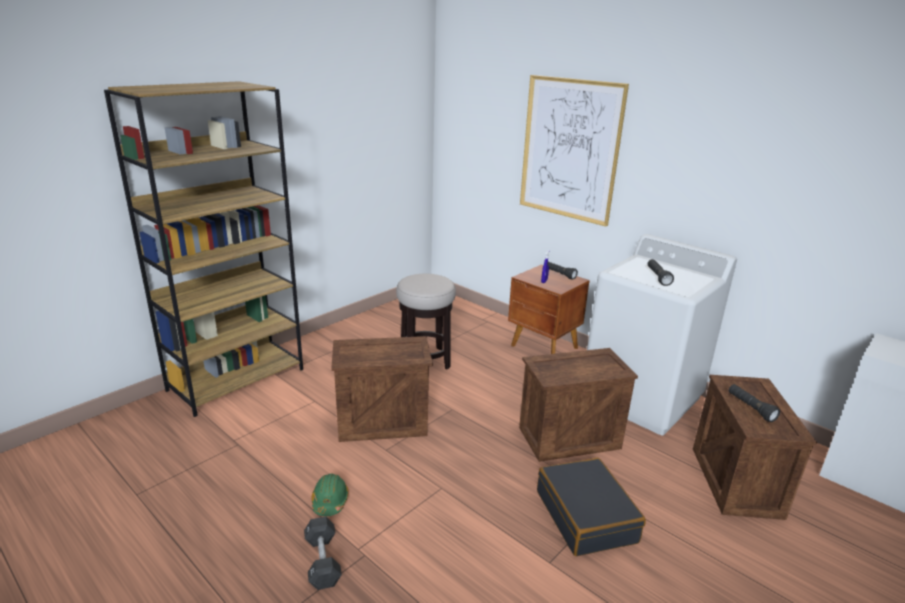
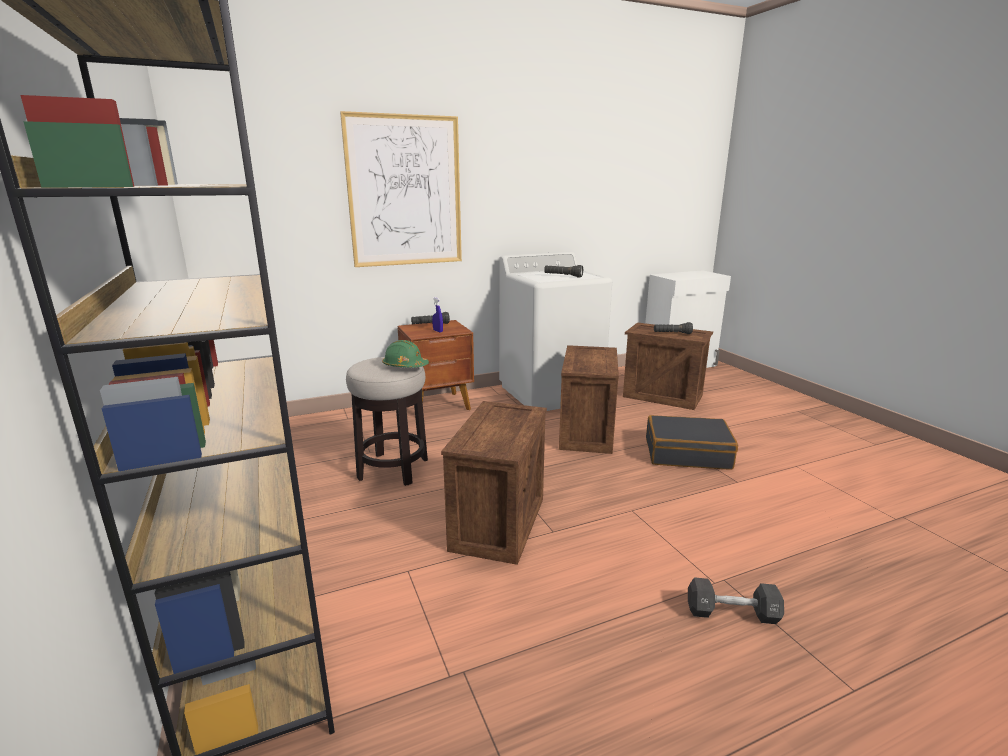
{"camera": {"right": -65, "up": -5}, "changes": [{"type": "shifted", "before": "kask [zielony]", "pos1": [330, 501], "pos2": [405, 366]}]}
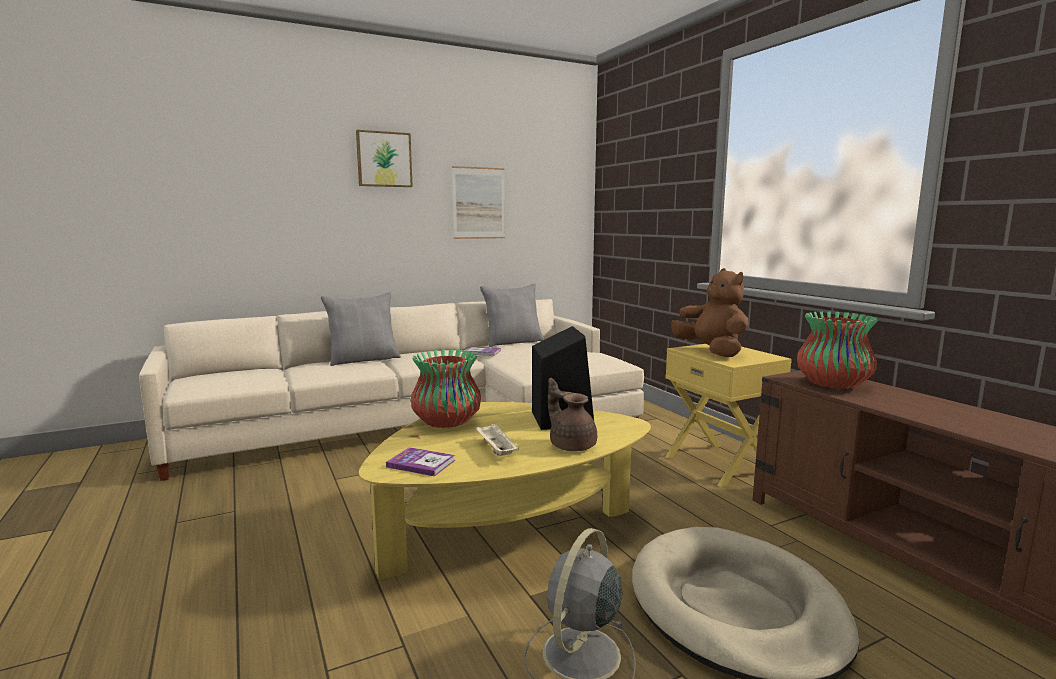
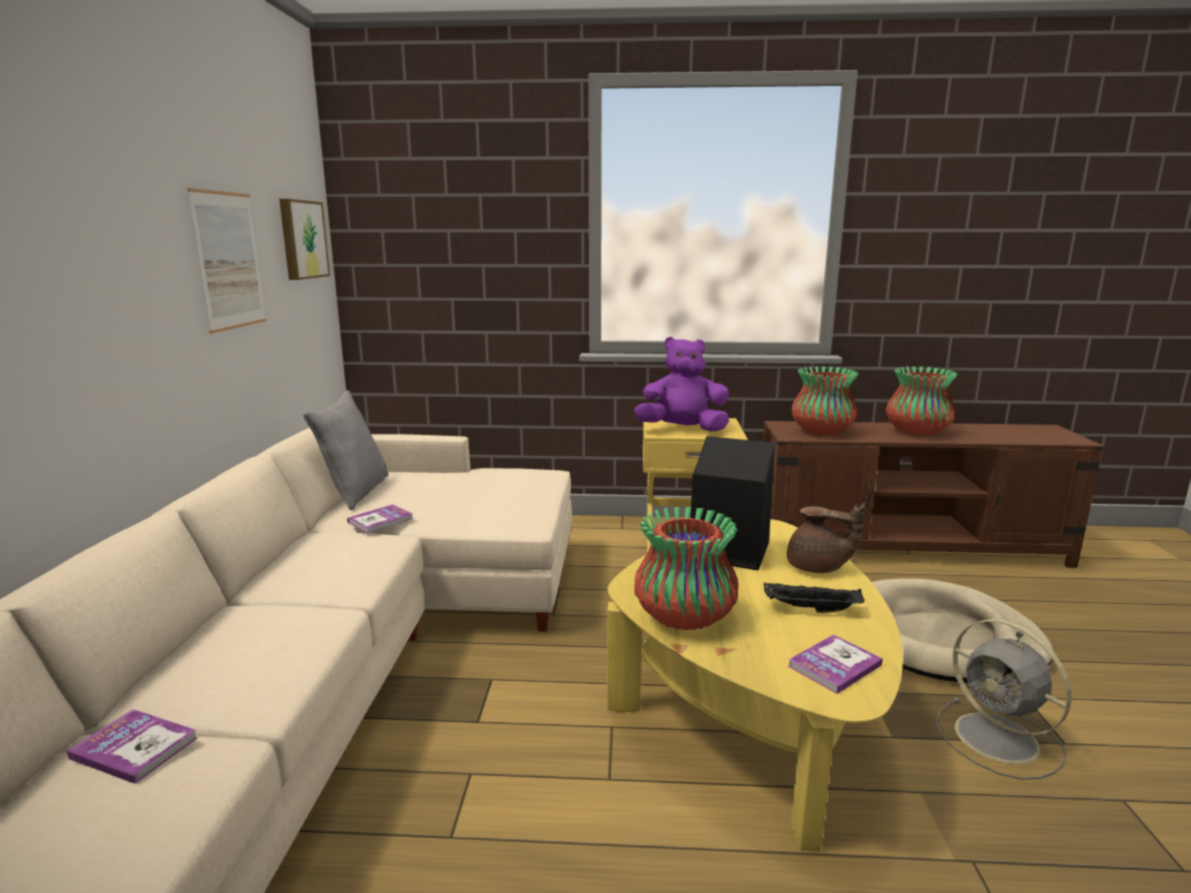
{"camera": {"right": -60, "up": 5}, "changes": [{"type": "gone", "before": "poduszka [szary]", "pos1": [363, 360]}, {"type": "new", "after": "książka", "pos2": [134, 748]}, {"type": "new", "after": "wazon", "pos2": [917, 432]}, {"type": "shifted", "before": "obraz", "pos1": [384, 159], "pos2": [301, 239]}, {"type": "repainted", "before": "taca [beżowy]", "after": "taca [czarny]", "pos1": [495, 450], "pos2": [810, 609]}, {"type": "repainted", "before": "pluszak [brązowy]", "after": "pluszak [fioletowy]", "pos1": [711, 352], "pos2": [682, 429]}, {"type": "rotated", "before": "imbryk [brązowy]", "pos1": [571, 445], "pos2": [817, 568], "turn": -150}]}
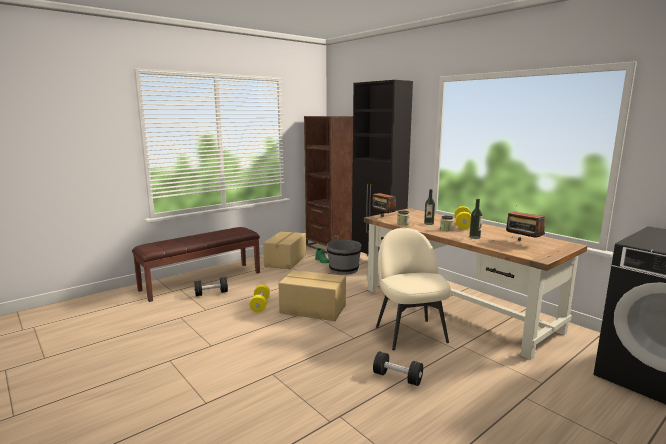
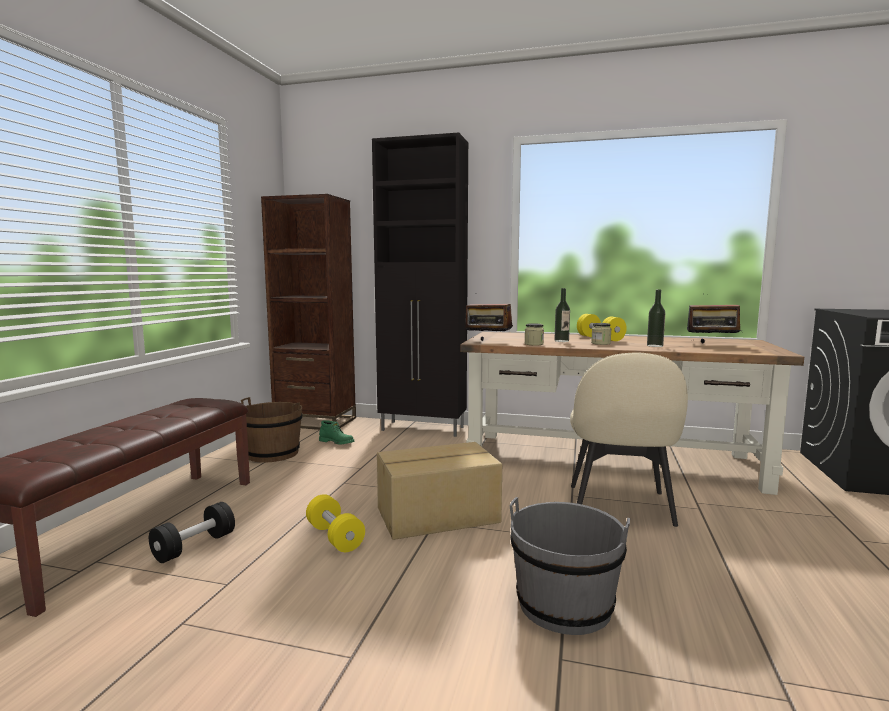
{"camera": {"right": -35, "up": -5}, "changes": [{"type": "gone", "before": "hantel [czarny]", "pos1": [397, 377]}, {"type": "shifted", "before": "wiadro [szary]", "pos1": [343, 269], "pos2": [564, 605]}, {"type": "swapped", "before": "karton", "after": "wiadro [brązowy]", "pos1": [286, 261], "pos2": [272, 454]}, {"type": "rotated", "before": "krzesło [beżowy]", "pos1": [410, 333], "pos2": [620, 506], "turn": -120}]}
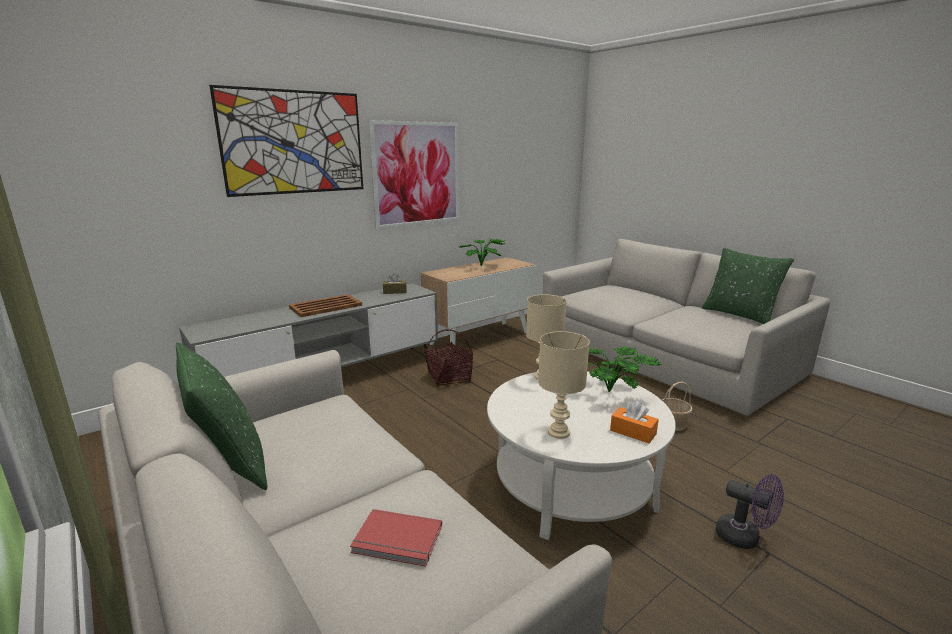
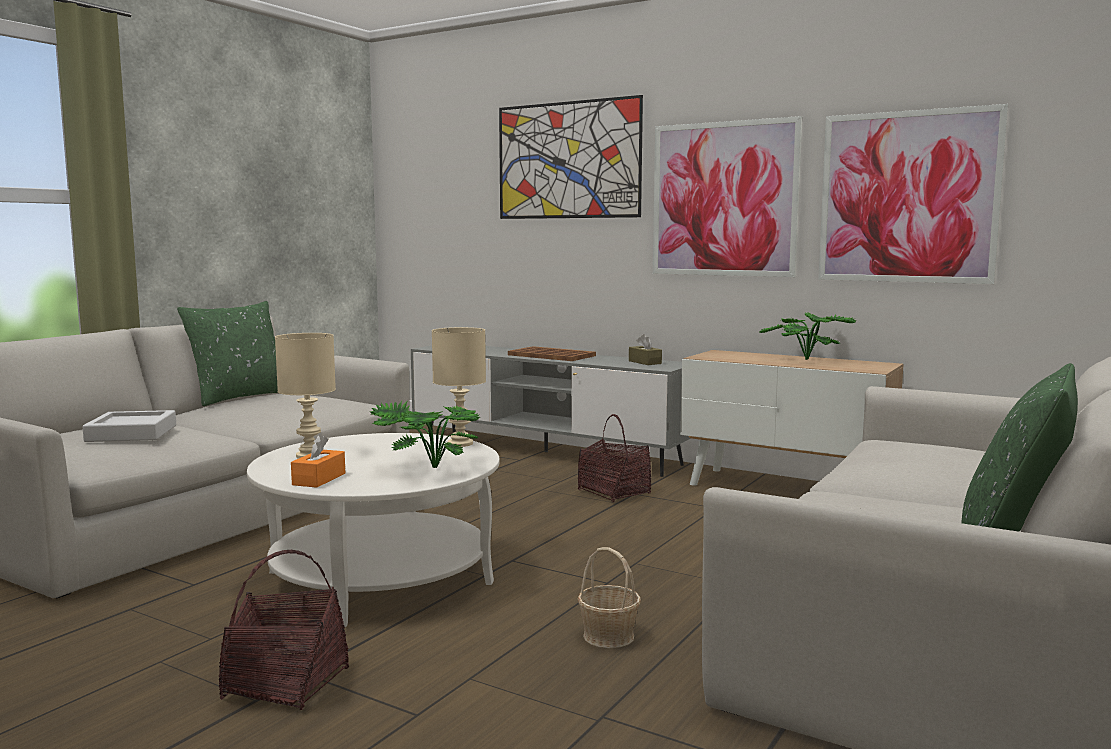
{"camera": {"right": 70, "up": -10}, "changes": [{"type": "new", "after": "obraz", "pos2": [907, 197]}, {"type": "swapped", "before": "książka [czerwony]", "after": "taca [szary]", "pos1": [397, 541], "pos2": [132, 433]}, {"type": "swapped", "before": "wentylator [fioletowy]", "after": "koszyk", "pos1": [744, 538], "pos2": [287, 684]}]}
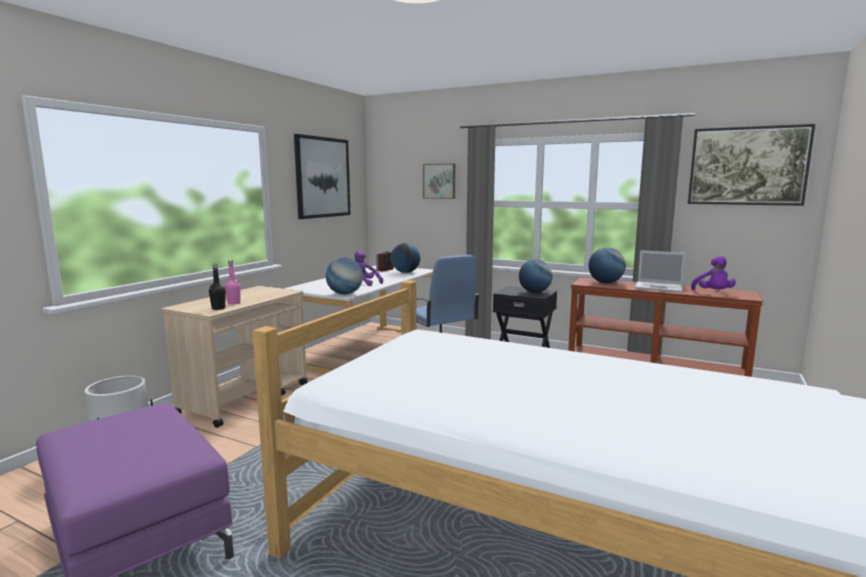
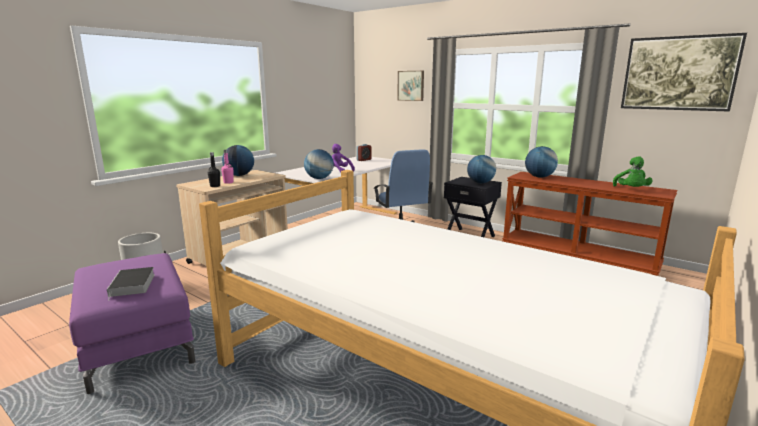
{"camera": {"right": 10, "up": 5}, "changes": [{"type": "gone", "before": "obraz", "pos1": [322, 177]}, {"type": "gone", "before": "laptop", "pos1": [659, 287]}, {"type": "new", "after": "książka", "pos2": [132, 285]}, {"type": "shifted", "before": "globus", "pos1": [405, 272], "pos2": [239, 175]}, {"type": "repainted", "before": "pluszak [fioletowy]", "after": "pluszak [zielony]", "pos1": [713, 293], "pos2": [631, 190]}]}
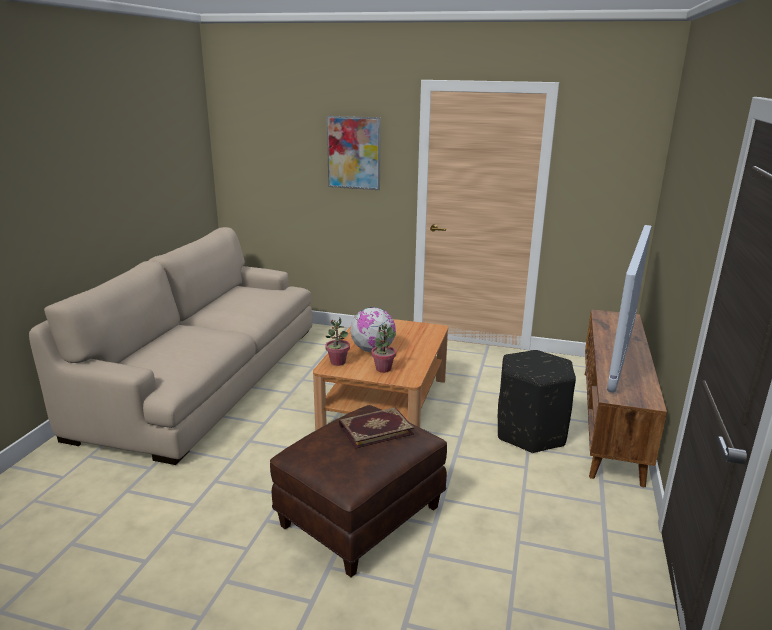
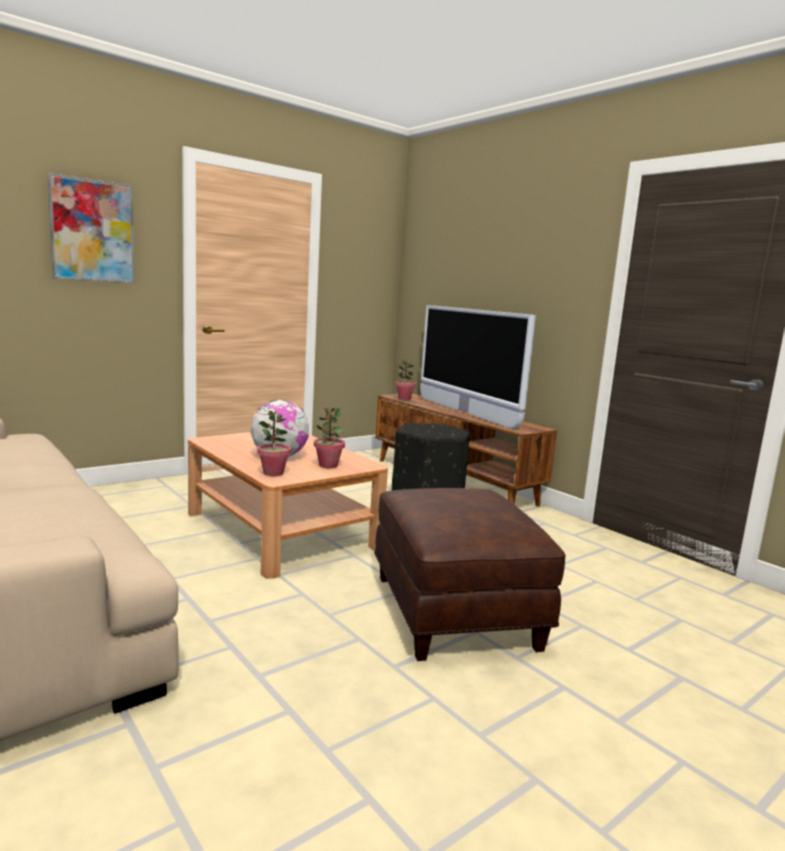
{"camera": {"right": -55, "up": -10}, "changes": [{"type": "gone", "before": "książka", "pos1": [375, 429]}, {"type": "new", "after": "roślina doniczkowa", "pos2": [404, 399]}]}
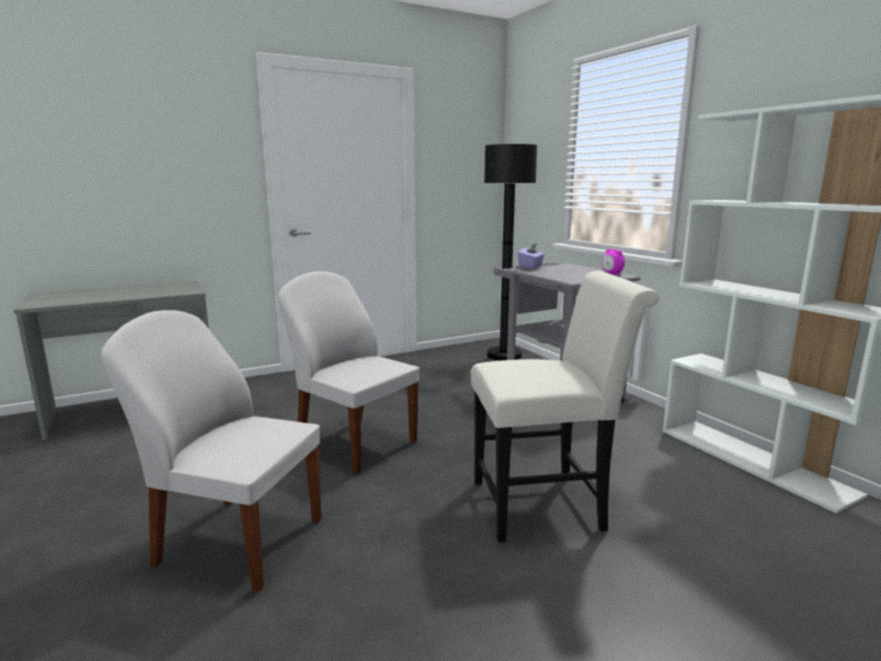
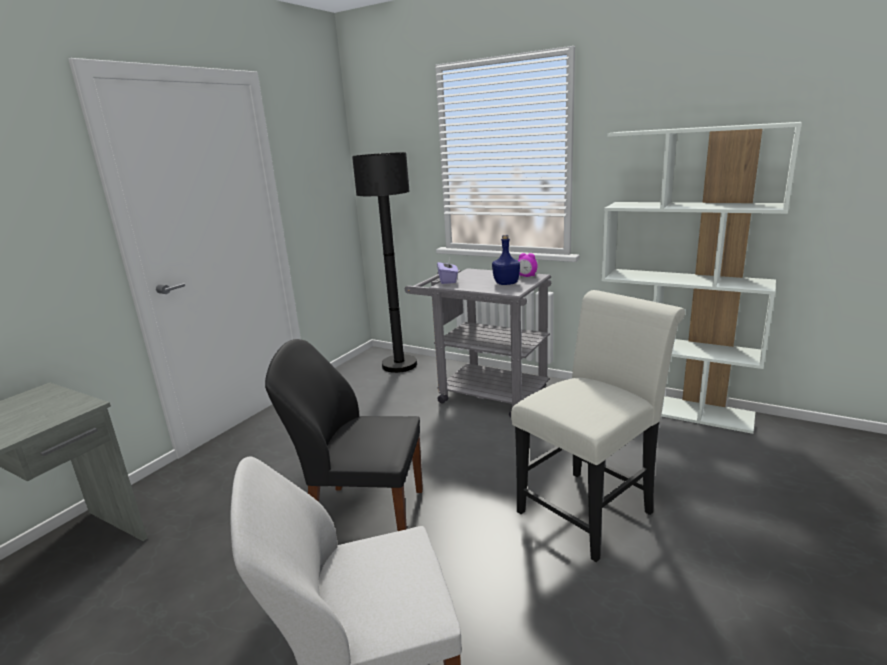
{"camera": {"right": -30, "up": 5}, "changes": [{"type": "new", "after": "butelka [niebieski]", "pos2": [506, 283]}, {"type": "repainted", "before": "krzesło [biały]", "after": "krzesło [czarny]", "pos1": [355, 443], "pos2": [365, 516]}]}
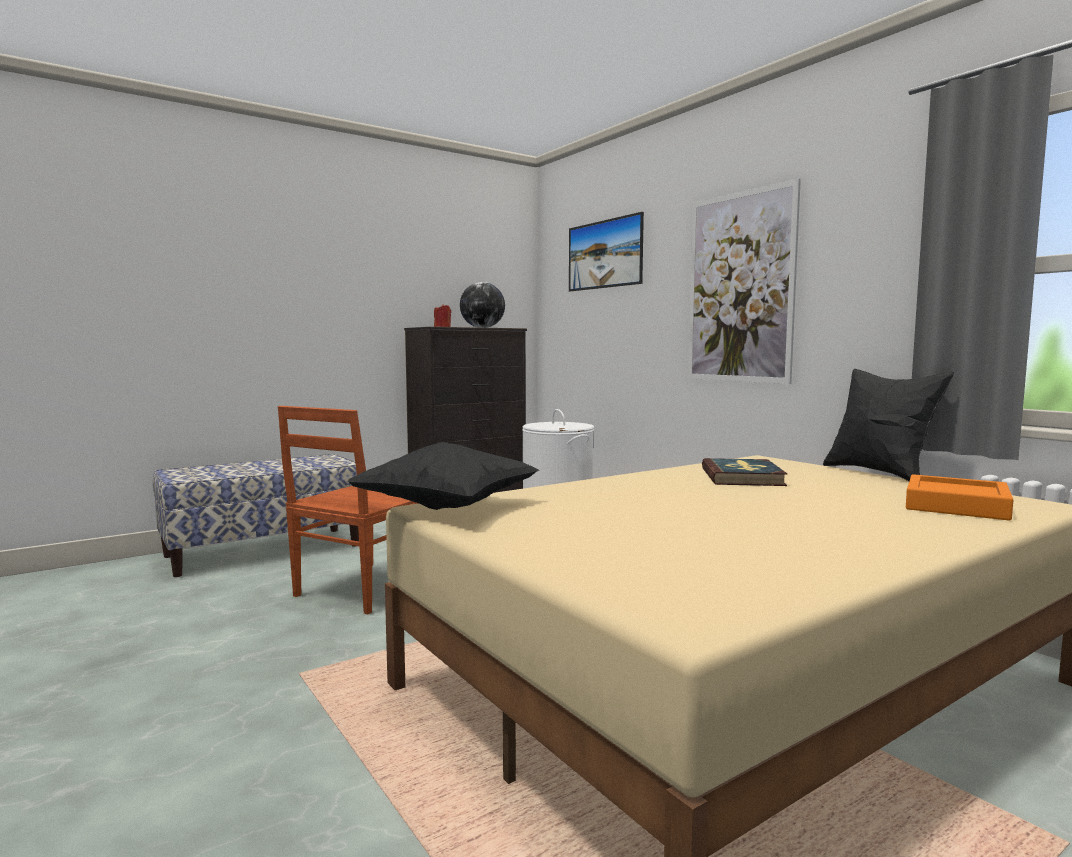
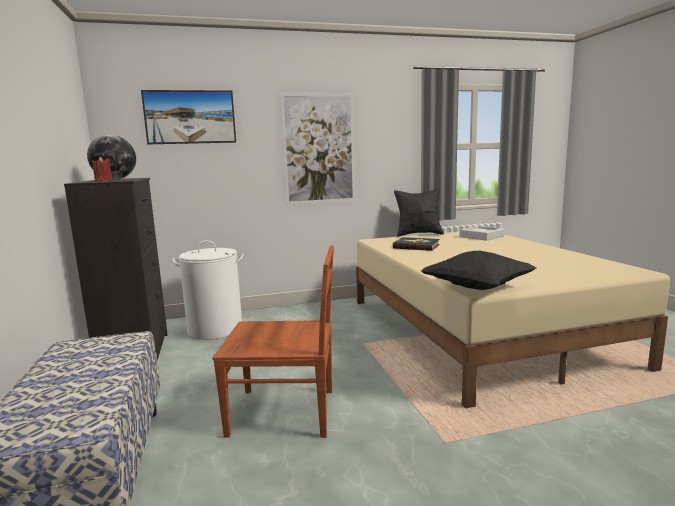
{"camera": {"right": -70, "up": 5}, "changes": [{"type": "repainted", "before": "taca [pomarańczowy]", "after": "taca [szary]", "pos1": [956, 506], "pos2": [481, 236]}, {"type": "rotated", "before": "krzesło [brązowy]", "pos1": [365, 588], "pos2": [285, 412], "turn": -45}]}
